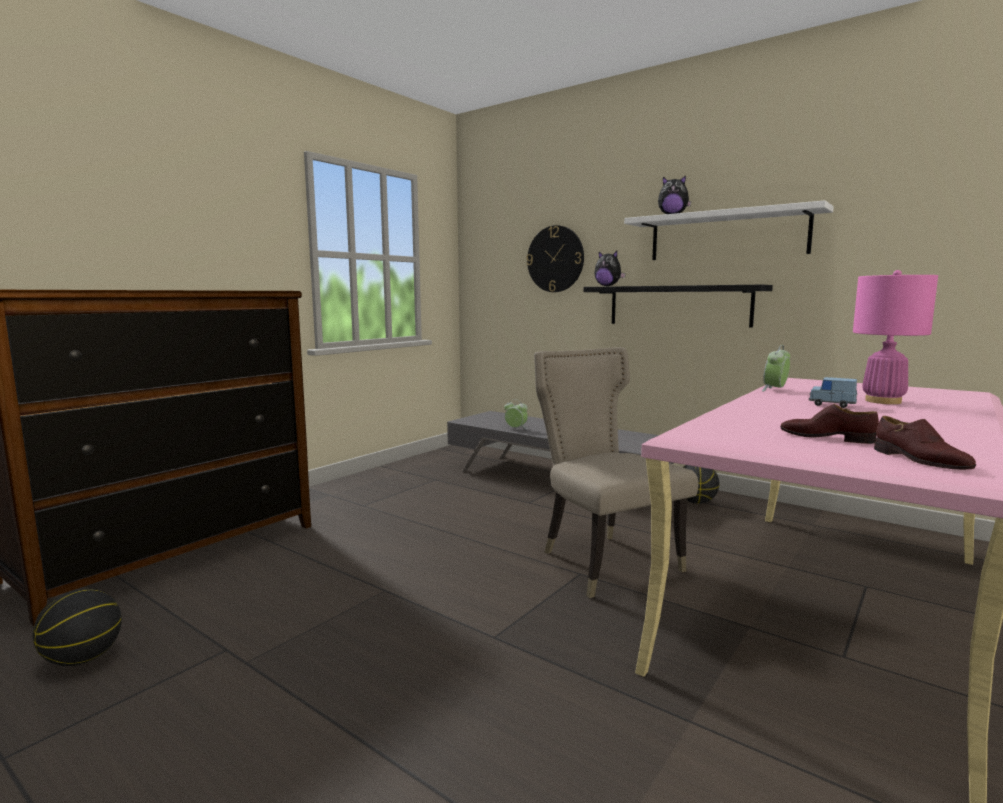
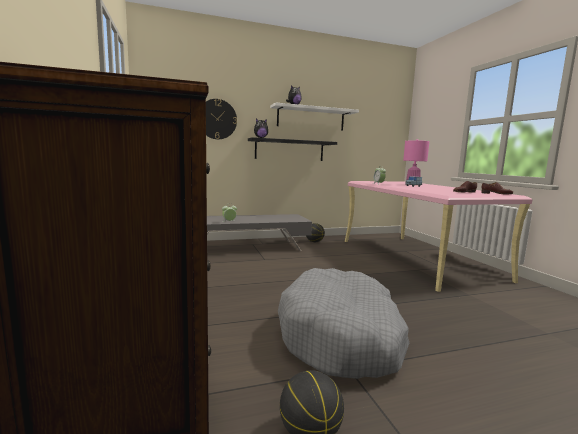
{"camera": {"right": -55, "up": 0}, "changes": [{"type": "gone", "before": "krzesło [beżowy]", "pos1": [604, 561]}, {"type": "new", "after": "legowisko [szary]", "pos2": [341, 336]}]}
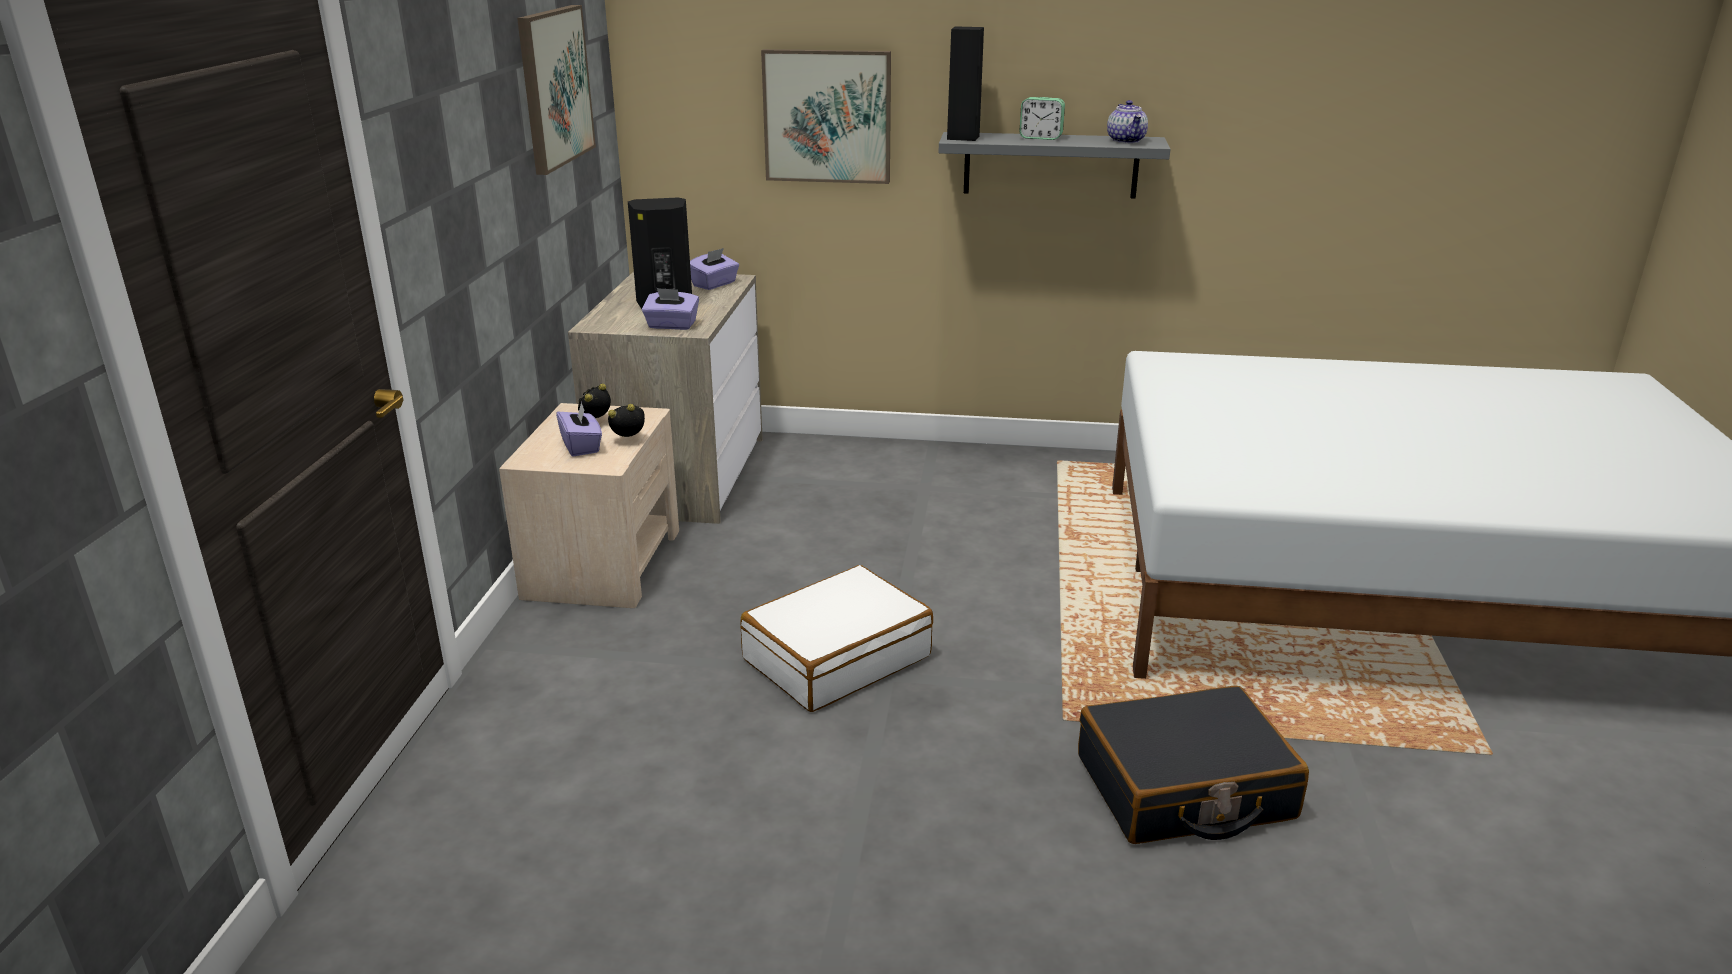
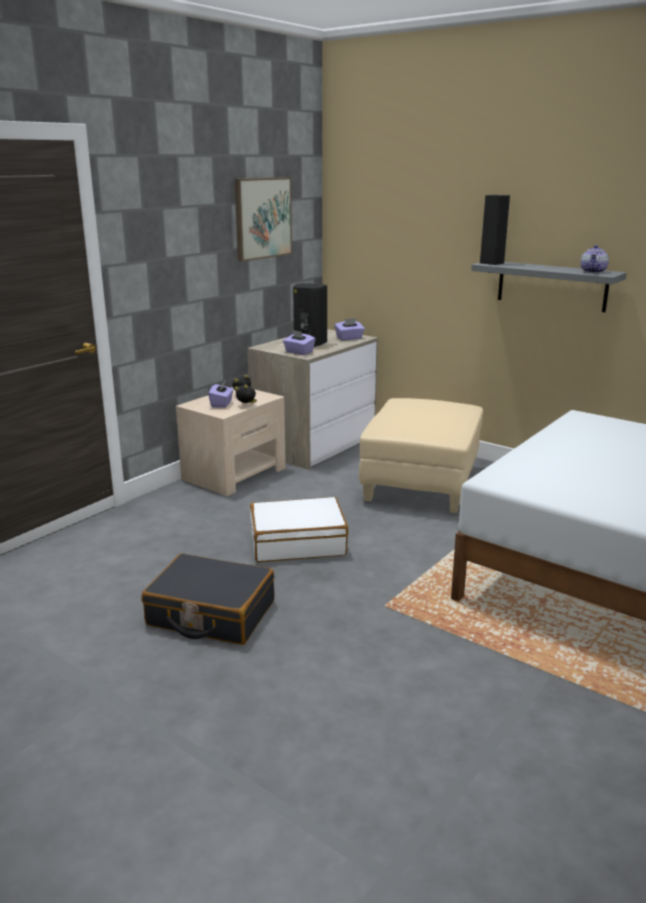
{"camera": {"right": 30, "up": -5}, "changes": [{"type": "gone", "before": "obraz", "pos1": [827, 116]}, {"type": "gone", "before": "budzik", "pos1": [1040, 137]}, {"type": "new", "after": "pufa [beżowy]", "pos2": [421, 484]}, {"type": "shifted", "before": "walizka [czarny]", "pos1": [1184, 788], "pos2": [211, 614]}]}
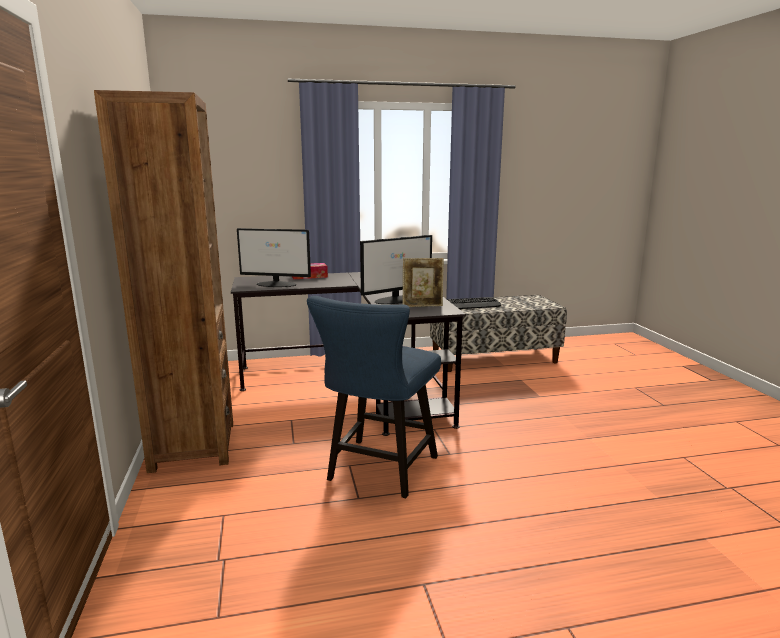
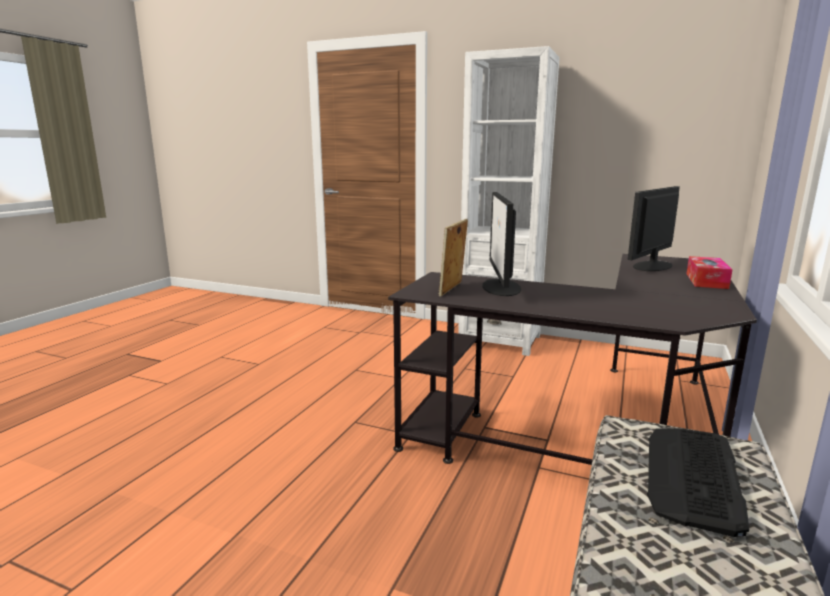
{"camera": {"right": 125, "up": 0}, "changes": [{"type": "gone", "before": "krzesło [niebieski]", "pos1": [378, 472]}, {"type": "repainted", "before": "regał [brązowy]", "after": "regał [biały]", "pos1": [193, 446], "pos2": [500, 340]}]}
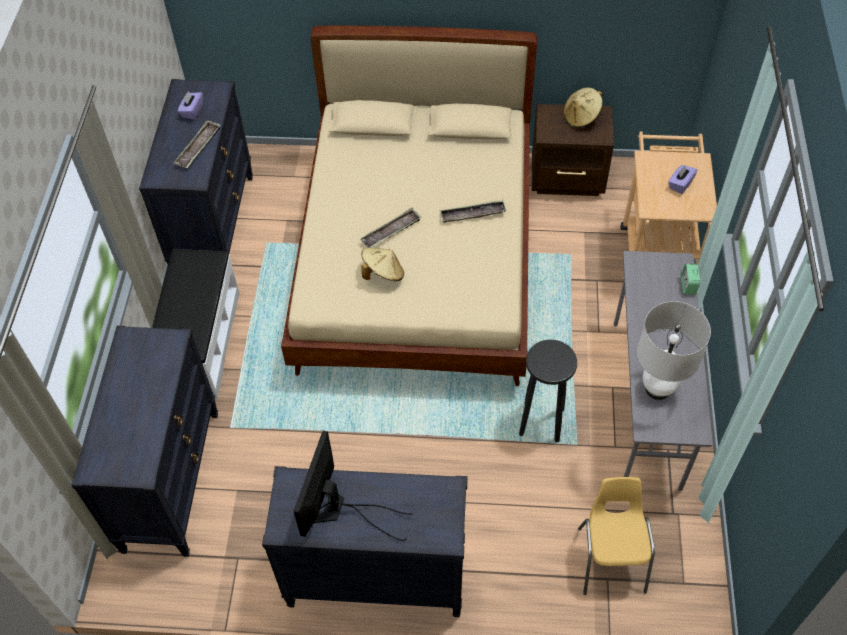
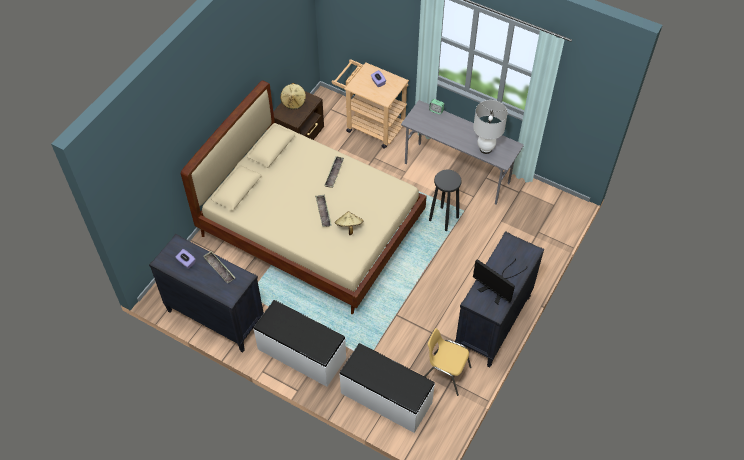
{"camera": {"right": -65, "up": 0}, "changes": [{"type": "shifted", "before": "krzesło [żółty]", "pos1": [611, 559], "pos2": [445, 373]}, {"type": "swapped", "before": "komoda [czarny]", "after": "ławka [biały]", "pos1": [171, 479], "pos2": [386, 398]}]}
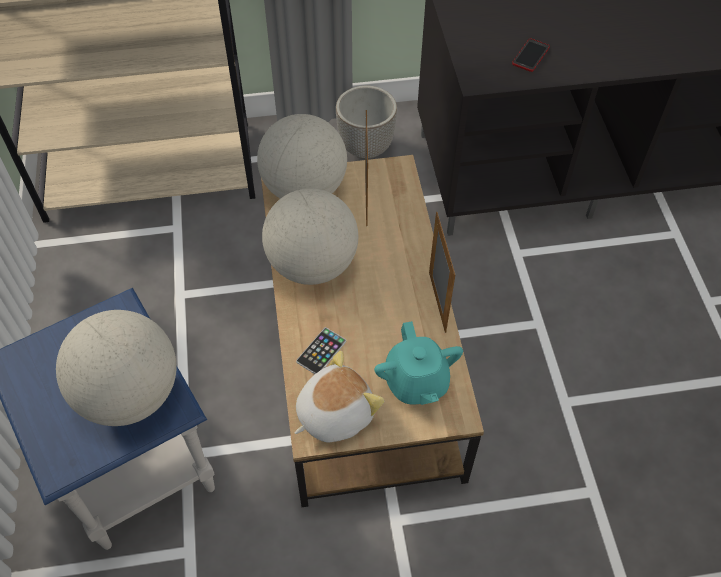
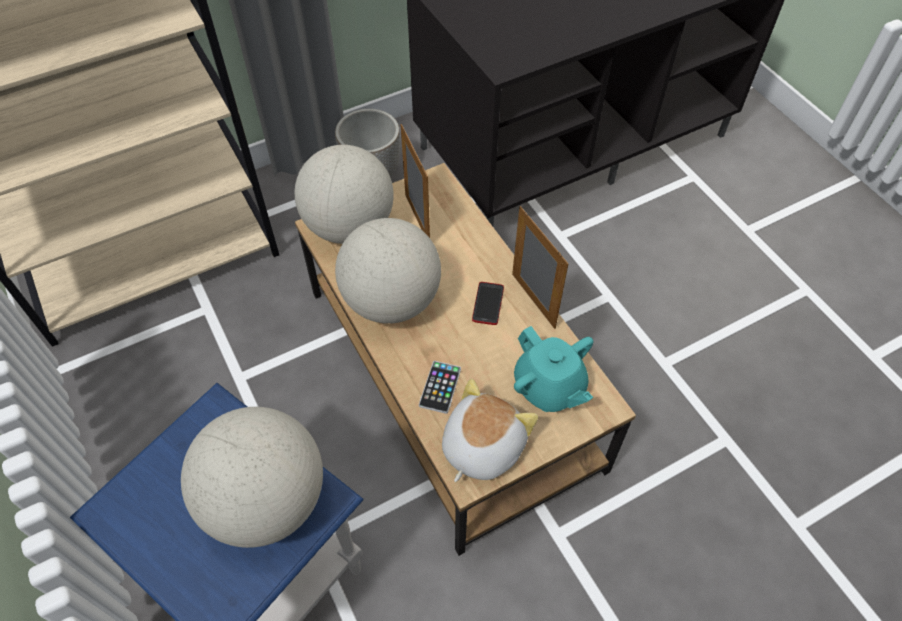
{"camera": {"right": -20, "up": 0}, "changes": [{"type": "shifted", "before": "telefon", "pos1": [530, 56], "pos2": [488, 304]}]}
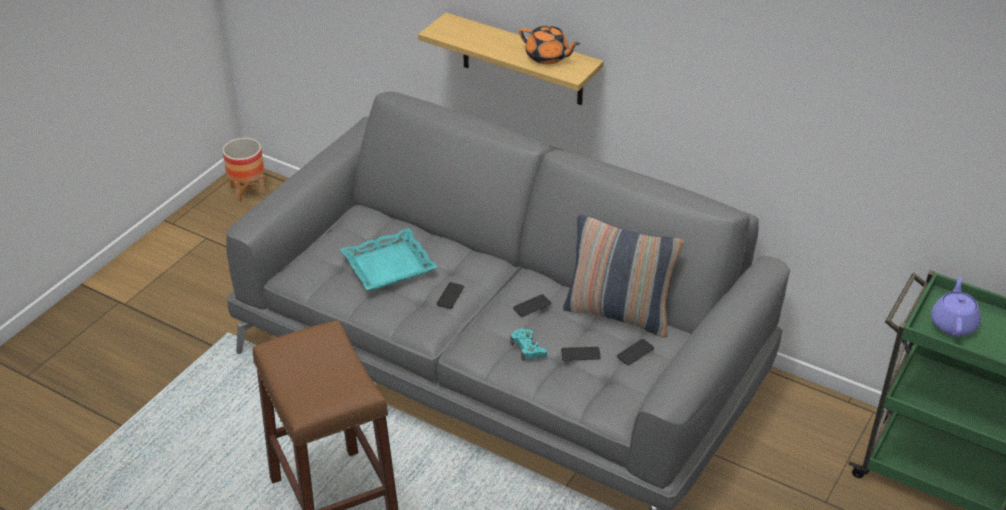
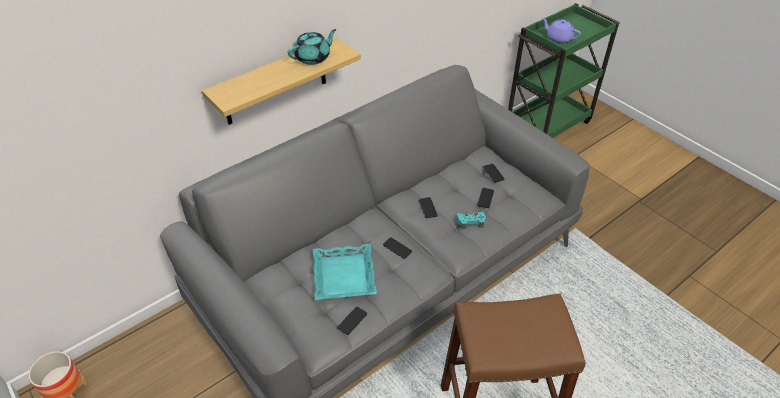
{"camera": {"right": -70, "up": 5}, "changes": [{"type": "gone", "before": "poduszka", "pos1": [618, 314]}, {"type": "new", "after": "telefon", "pos2": [352, 320]}, {"type": "repainted", "before": "imbryk [pomarańczowy]", "after": "imbryk [turkusowy]", "pos1": [547, 57], "pos2": [313, 58]}]}
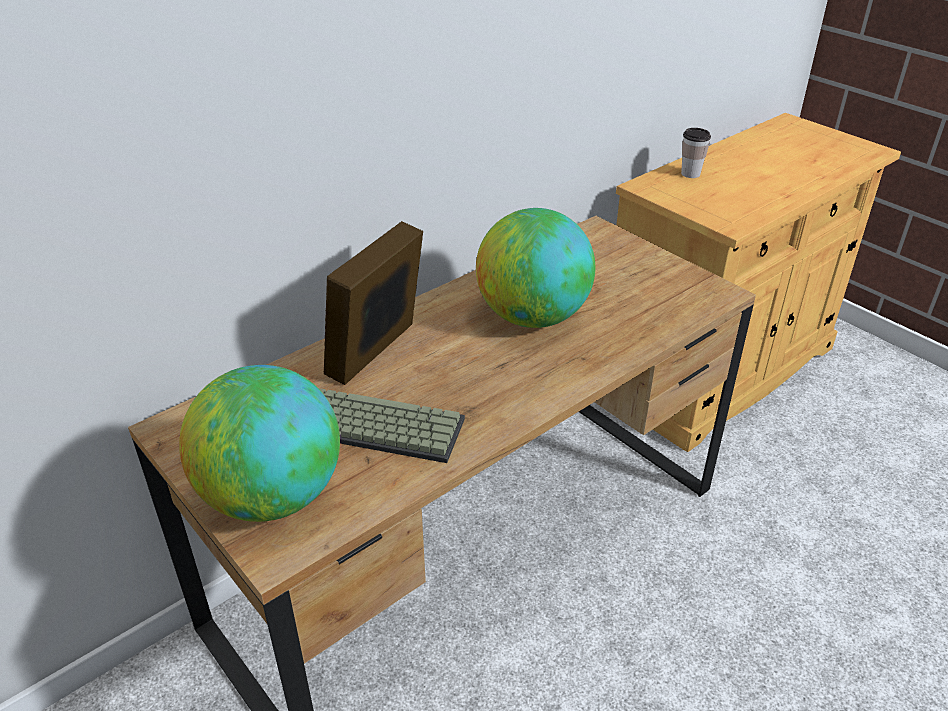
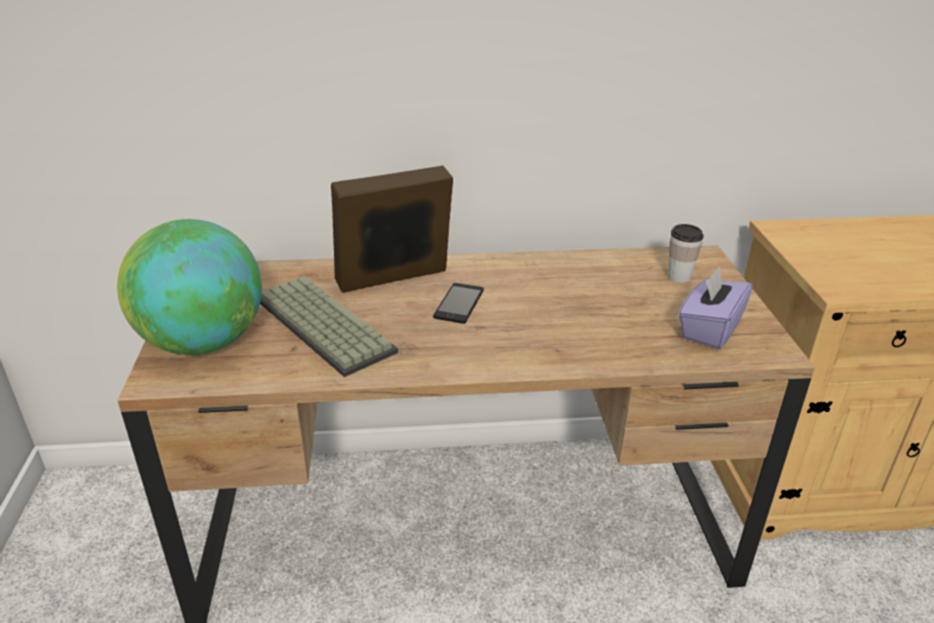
{"camera": {"right": 35, "up": -5}, "changes": [{"type": "gone", "before": "globus", "pos1": [532, 317]}, {"type": "new", "after": "telefon", "pos2": [459, 303]}, {"type": "new", "after": "pudełko chusteczek [fioletowy]", "pos2": [709, 329]}, {"type": "shifted", "before": "filiżanka", "pos1": [690, 174], "pos2": [679, 277]}]}
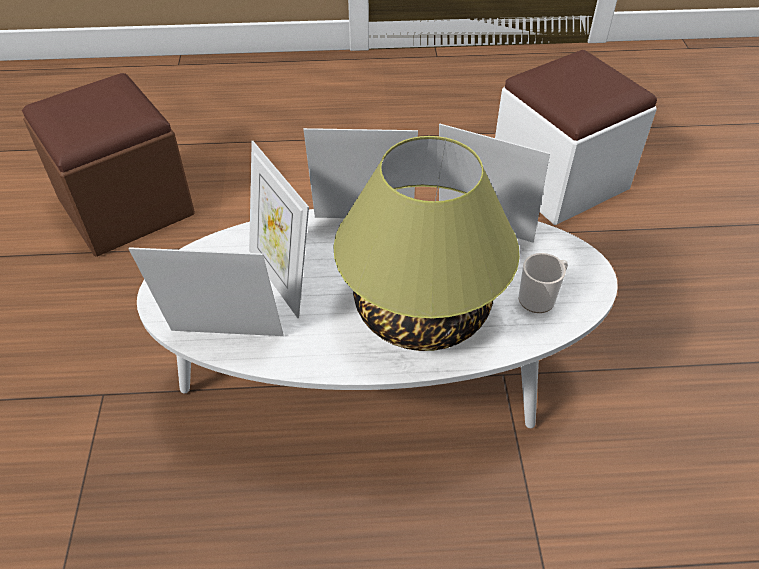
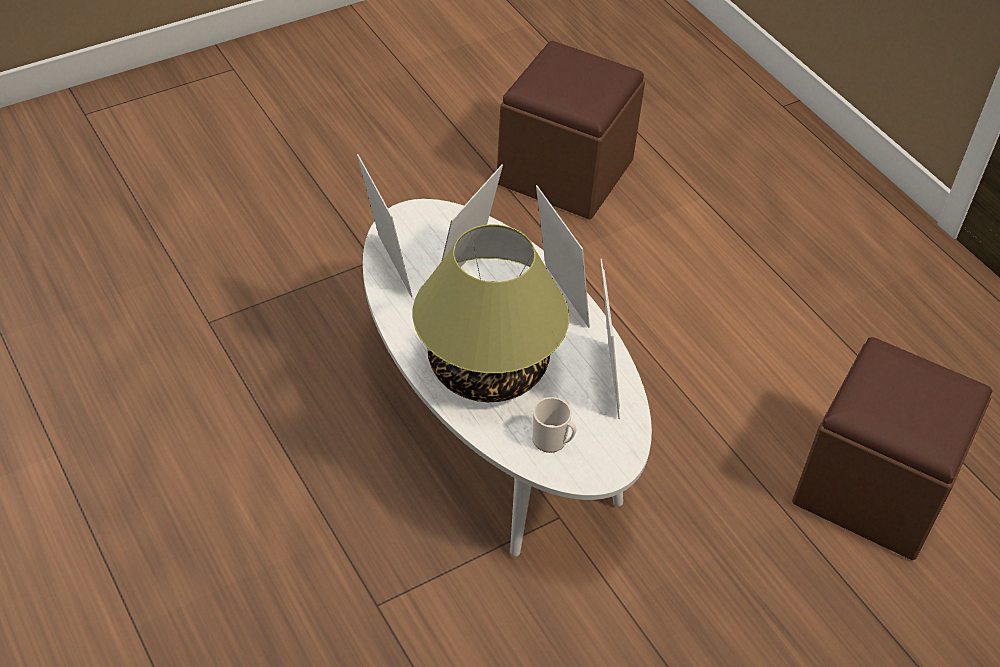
{"camera": {"right": 60, "up": 0}, "changes": [{"type": "repainted", "before": "pufa [biały]", "after": "pufa [brązowy]", "pos1": [558, 179], "pos2": [873, 487]}]}
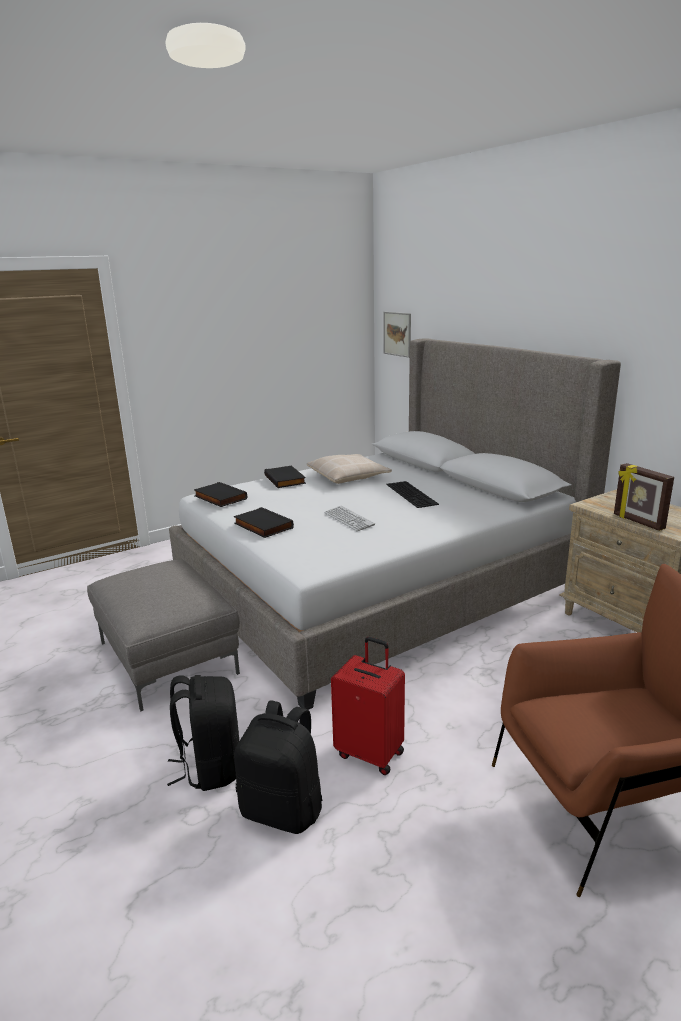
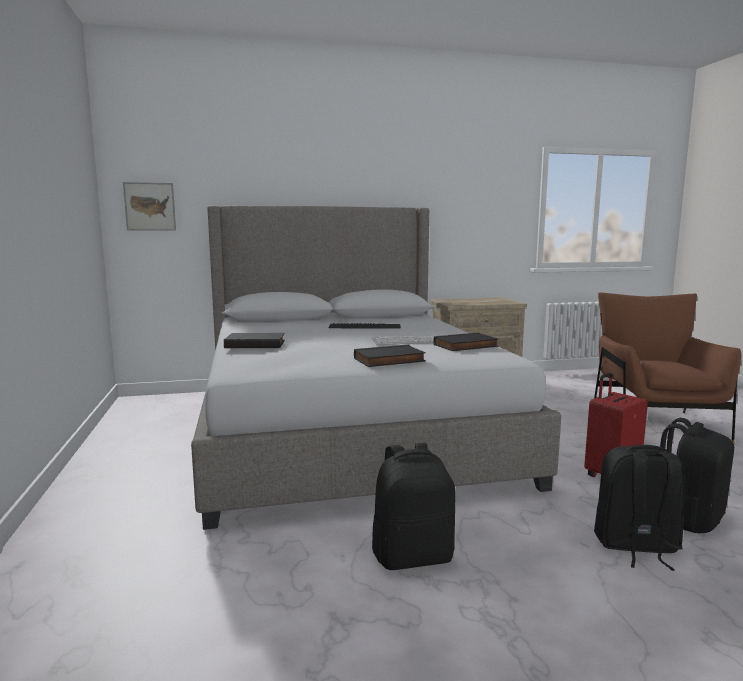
{"camera": {"right": -70, "up": -10}, "changes": [{"type": "gone", "before": "poduszka [beżowy]", "pos1": [348, 476]}, {"type": "gone", "before": "ramka na zdjęcie", "pos1": [638, 522]}, {"type": "shifted", "before": "książka [czarny]", "pos1": [219, 498], "pos2": [466, 346]}, {"type": "swapped", "before": "pufa [szary]", "after": "plecak [czarny]", "pos1": [169, 658], "pos2": [413, 556]}]}
